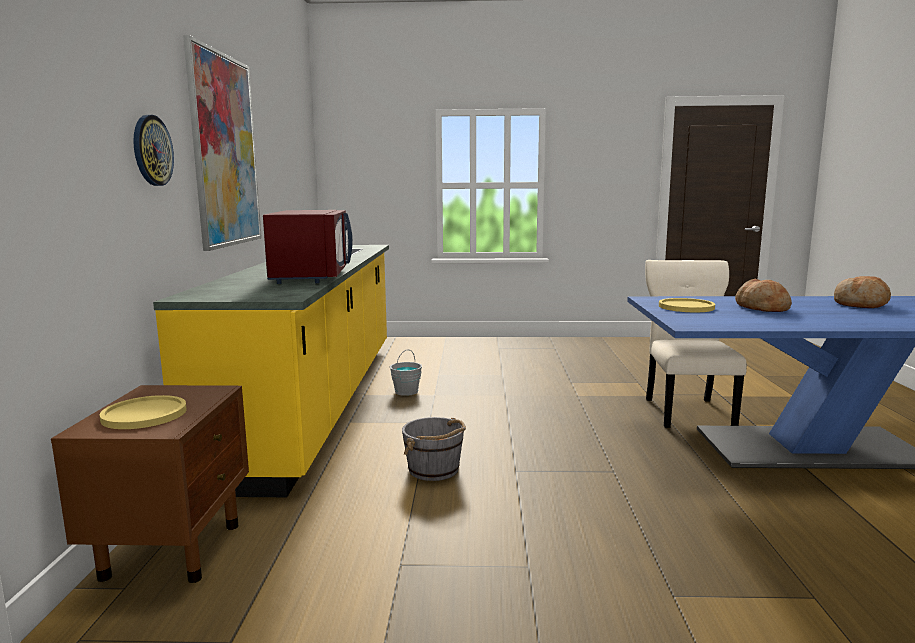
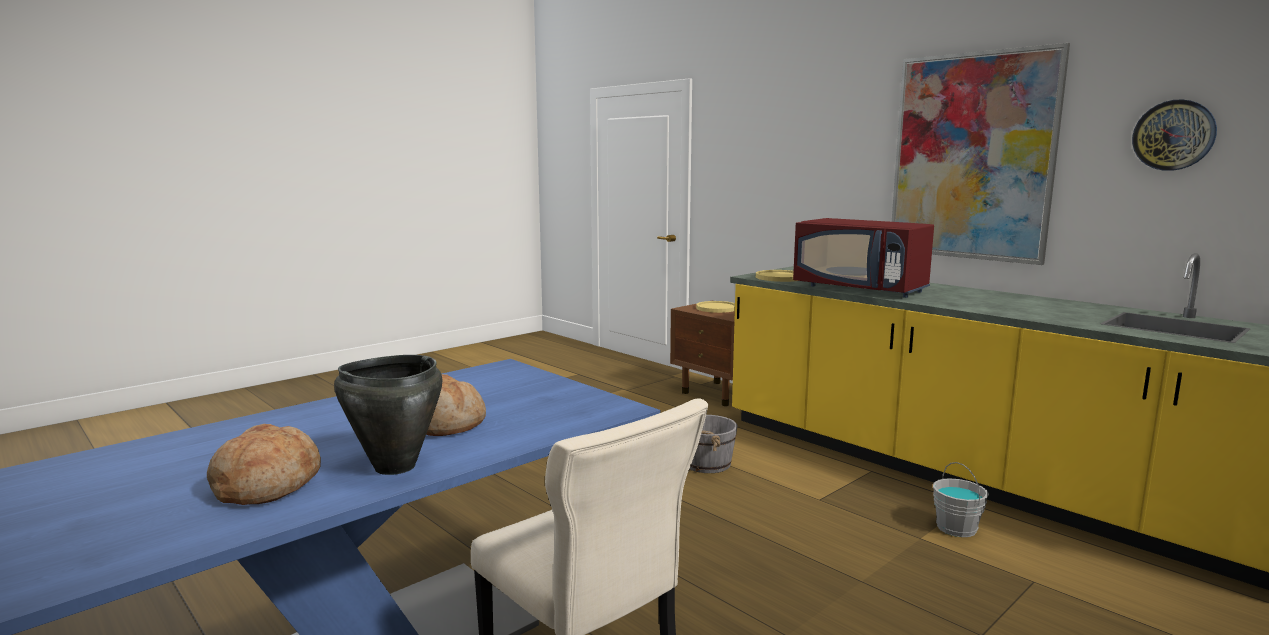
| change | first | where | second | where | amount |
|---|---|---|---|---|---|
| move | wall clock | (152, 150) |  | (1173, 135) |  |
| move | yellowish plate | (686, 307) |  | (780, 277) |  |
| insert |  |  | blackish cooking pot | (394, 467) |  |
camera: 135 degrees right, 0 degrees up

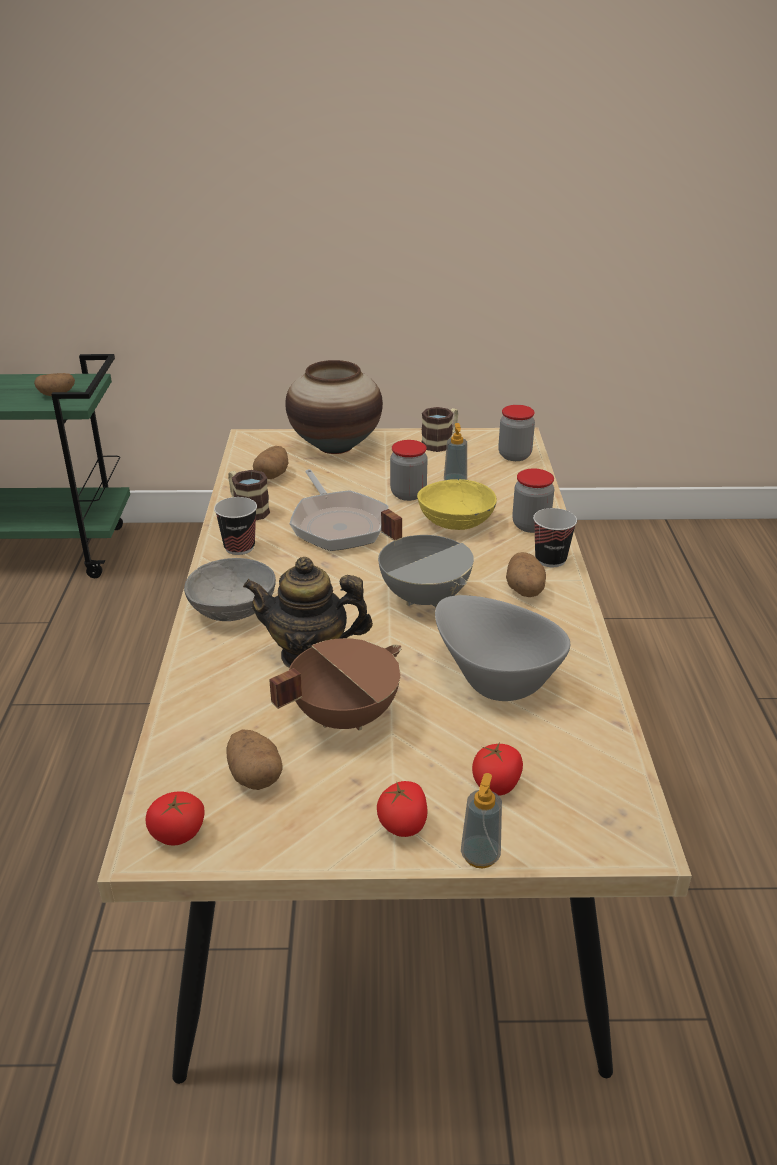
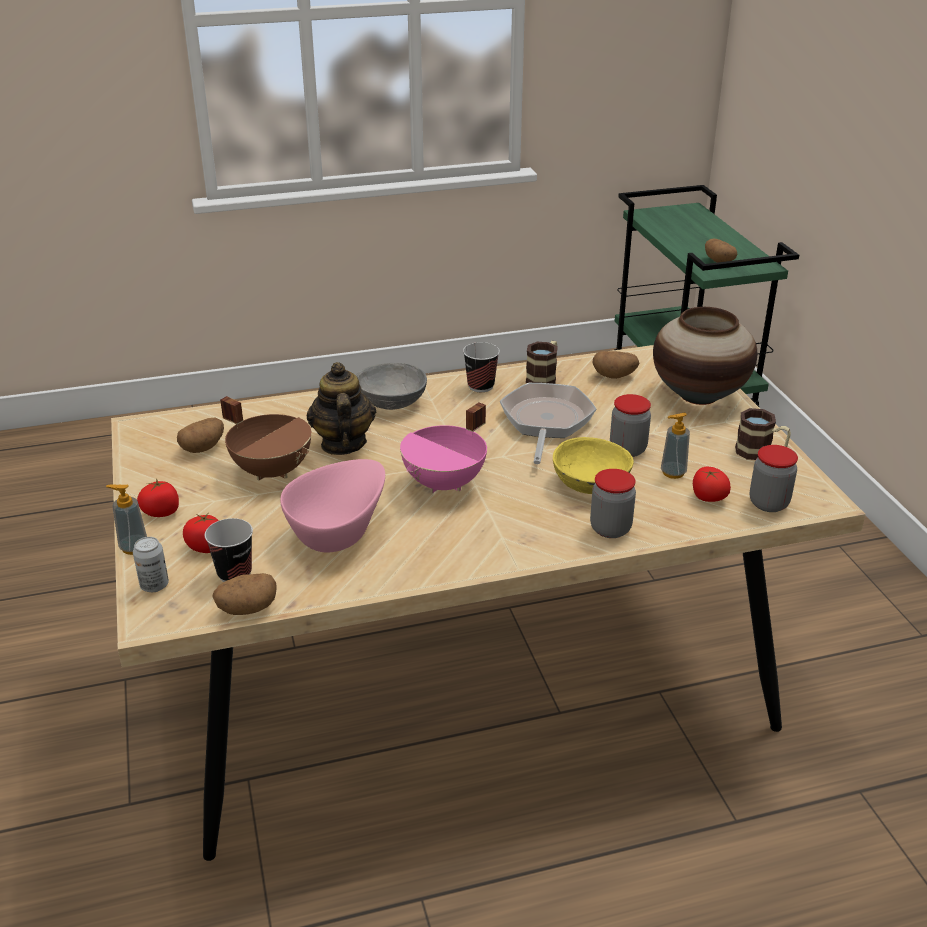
| change | first | where | second | where | amount |
|---|---|---|---|---|---|
| rotate | skillet | (337, 524) |  | (545, 422) | 135 degrees clockwise |
| move | small cup | (550, 559) |  | (234, 573) |  |
| recolor | grey cooking pot | (425, 597) | pink-coloured cooking pot | (445, 484) |  |
| move | whole potato | (525, 591) |  | (247, 609) |  |
| recolor | grey deep dish | (494, 677) | pink-coloured deep dish | (338, 533) |  |
| move | fresh tomato | (177, 834) |  | (708, 498) |  |
| insert |  |  | metal can | (154, 585) |  |
camera: 75 degrees right, 0 degrees up

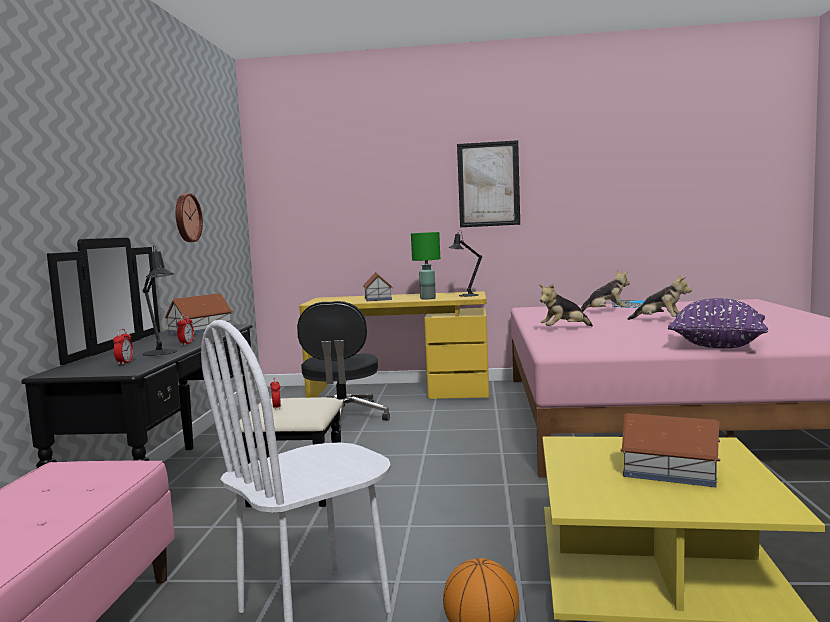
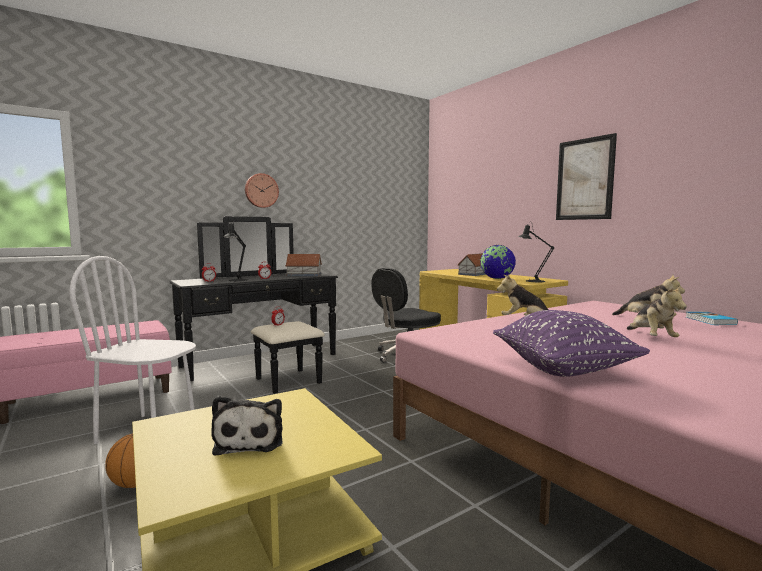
| change | first | where | second | where | amount |
|---|---|---|---|---|---|
| move | wall clock | (186, 218) |  | (261, 190) |  |
| replace | greenish lamp for a table | (427, 298) | desk globe | (497, 278) |  |
| replace | miniature house | (669, 471) | cuddly toy | (250, 440) |  |
camera: 50 degrees right, 0 degrees up

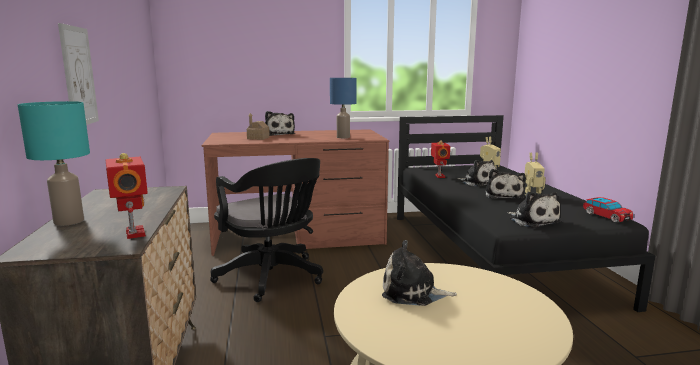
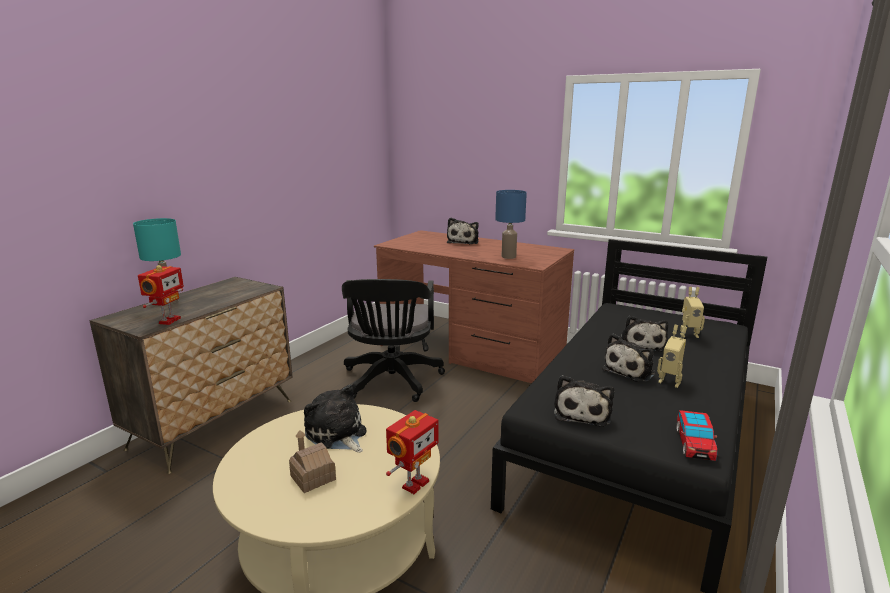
| change | first | where | second | where | amount |
|---|---|---|---|---|---|
| delete | wall picture | (79, 76) |  |  |  |
| move | miniature house | (258, 138) |  | (313, 477) |  |
| move | toy robot | (439, 176) |  | (414, 484) |  |
camera: 40 degrees right, 5 degrees up

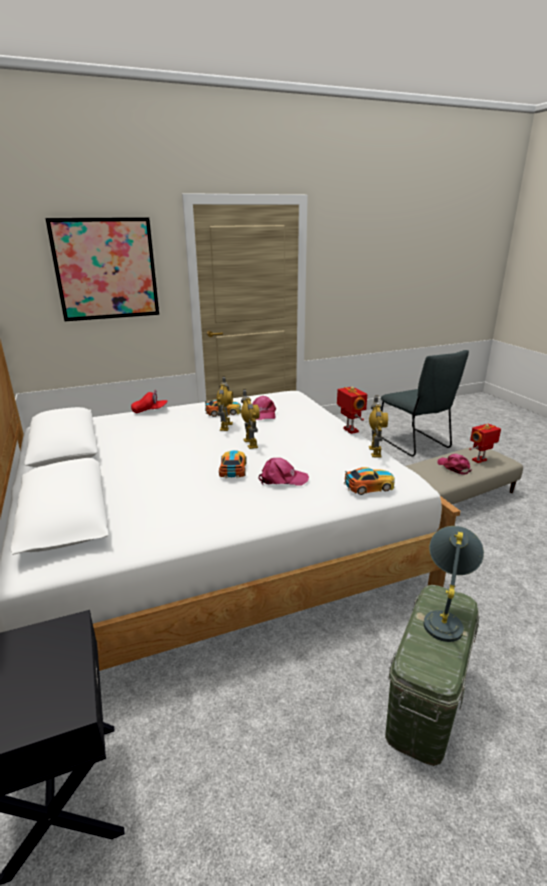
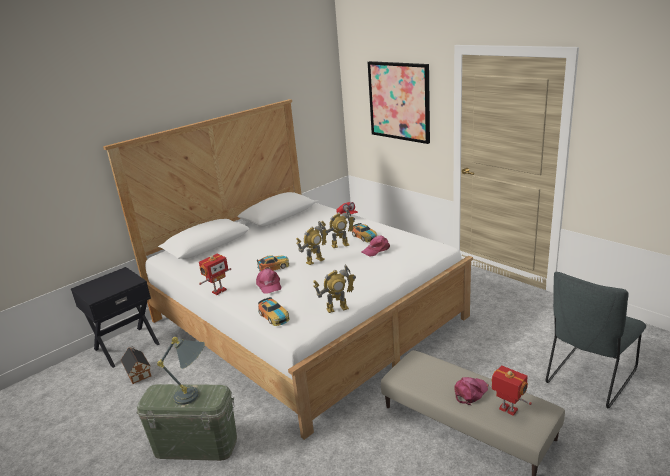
| change | first | where | second | where | amount |
|---|---|---|---|---|---|
| move | toy robot | (349, 430) |  | (218, 291) |  |
| insert |  |  | miniature house | (138, 372) |  |
camera: 70 degrees right, 0 degrees up

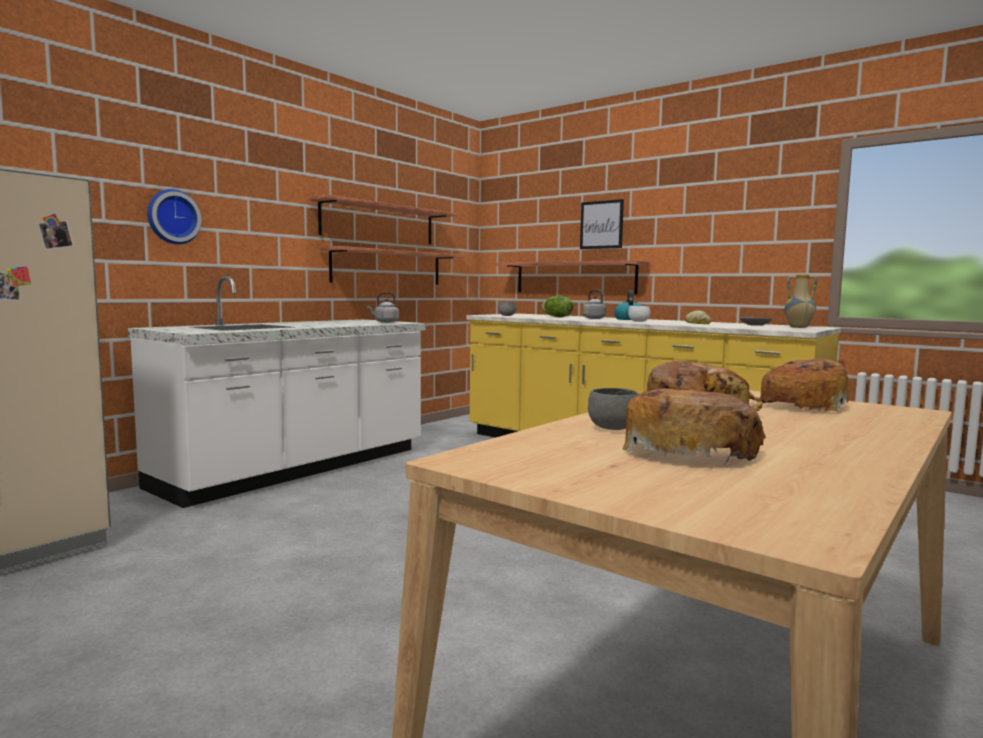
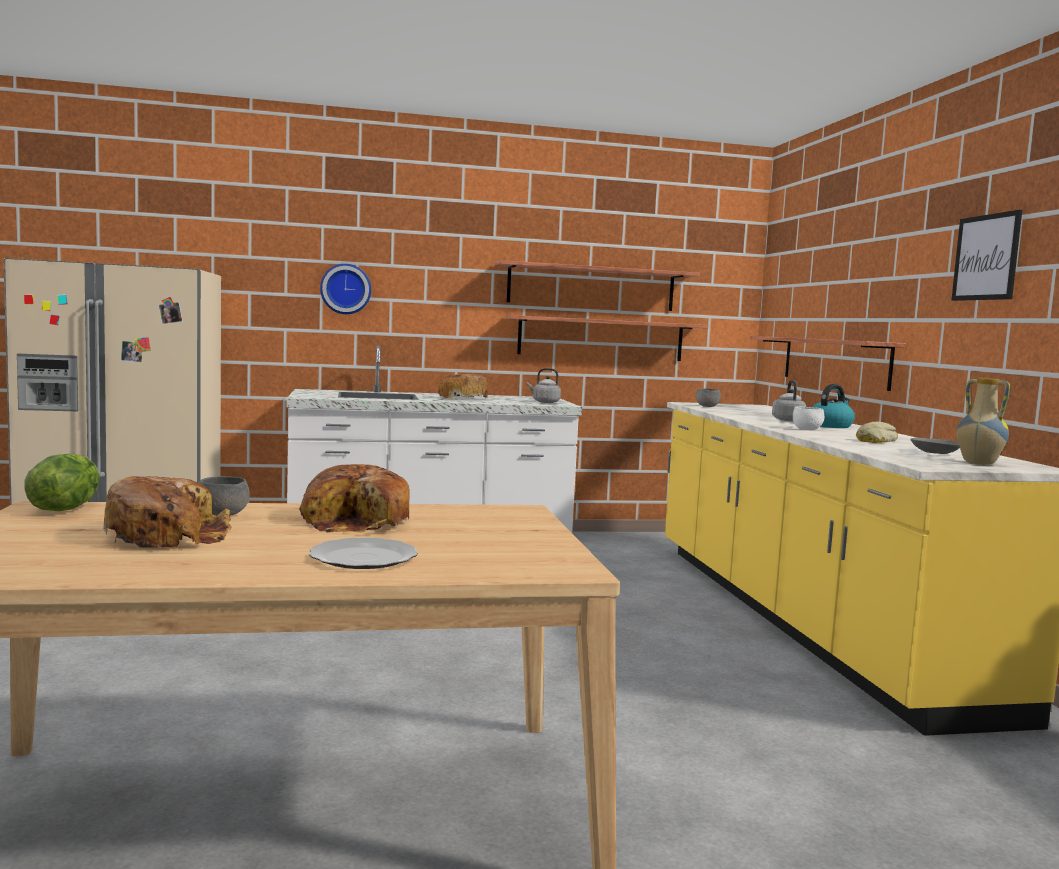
| change | first | where | second | where | amount |
|---|---|---|---|---|---|
| move | wall picture | (601, 224) |  | (986, 257) |  |
| move | lettuce head | (556, 317) |  | (64, 508) |  |
| move | bakery bread | (796, 404) |  | (461, 398) |  |
| insert |  |  | plate | (362, 558) |  |
camera: 40 degrees right, 0 degrees up

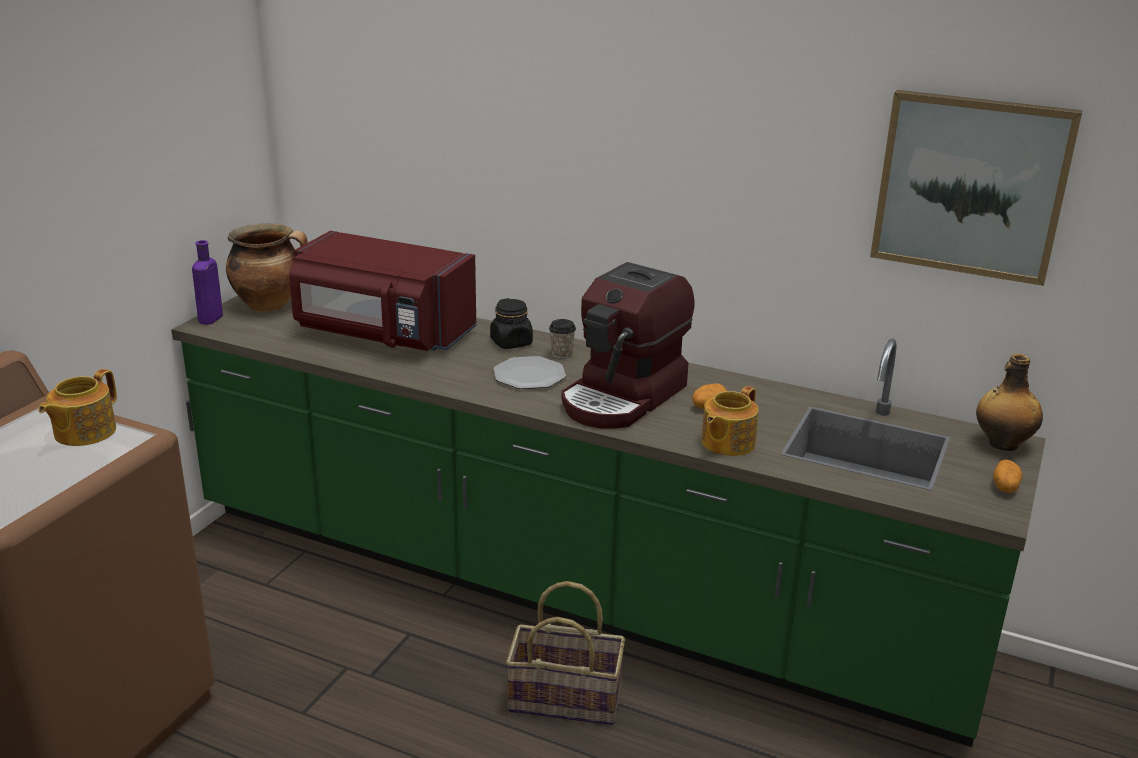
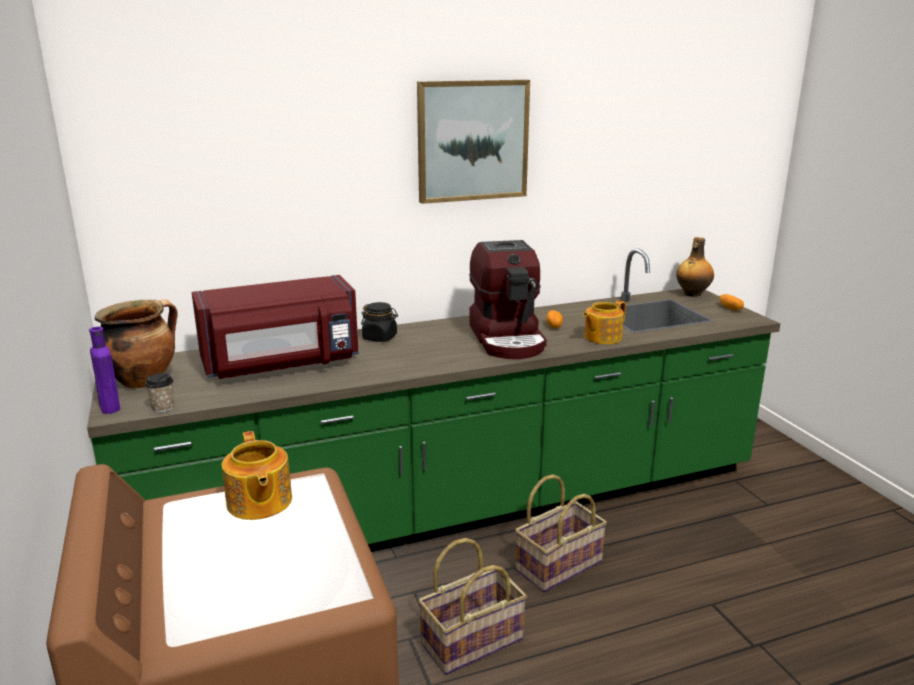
| change | first | where | second | where | amount |
|---|---|---|---|---|---|
| move | wall picture | (971, 186) |  | (472, 141) |  |
| move | small cup | (562, 354) |  | (163, 408) |  |
| delete | plate | (529, 375) |  |  |  |
| rotate | pot for tea | (726, 443) |  | (601, 337) | 60 degrees clockwise |
| insert |  |  | storage basket | (471, 640) |  |
camera: 45 degrees left, 5 degrees down

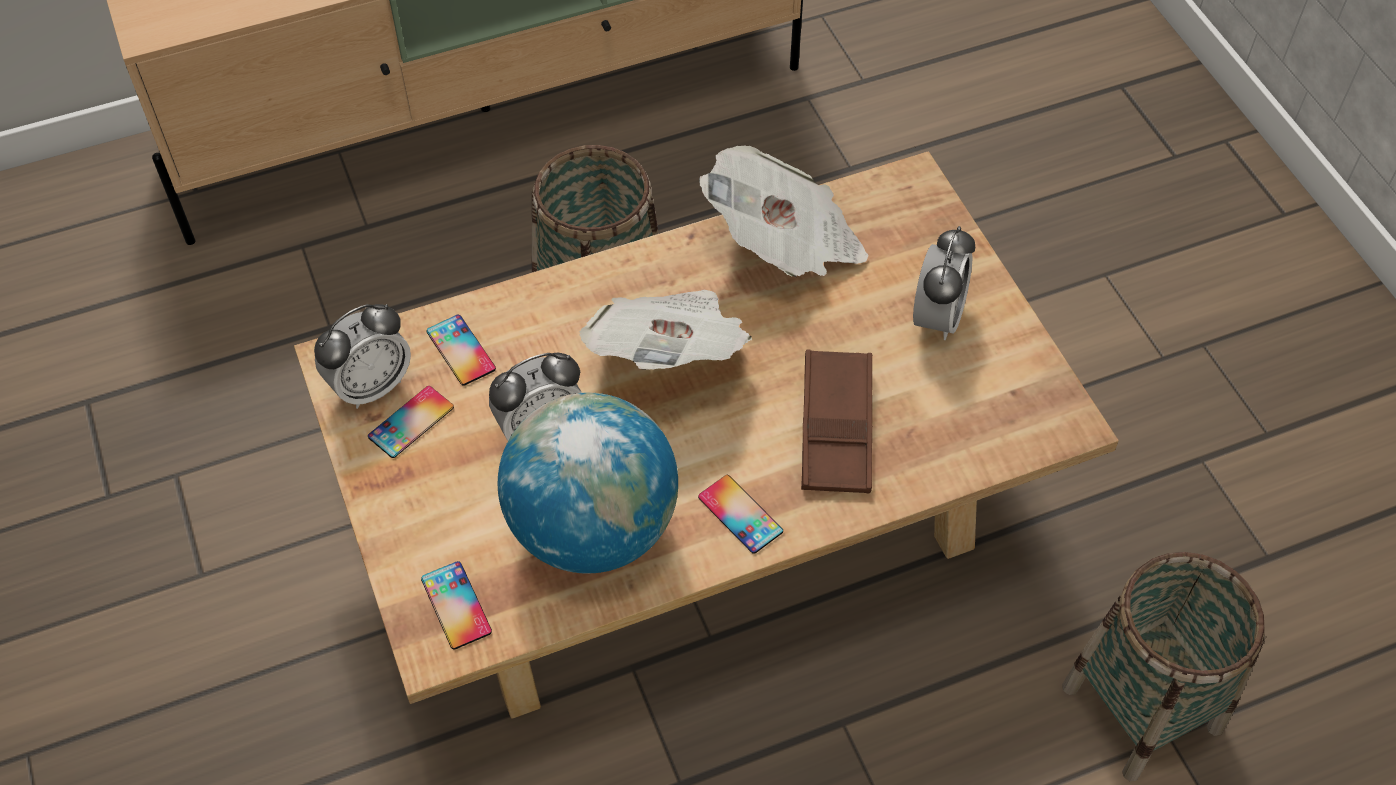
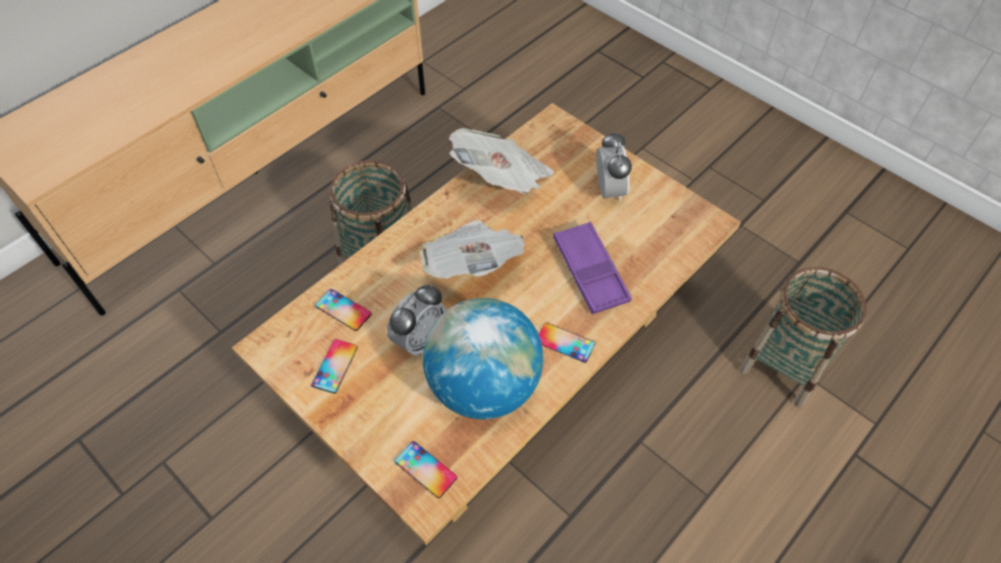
| change | first | where | second | where | amount |
|---|---|---|---|---|---|
| delete | alarm clock | (371, 386) |  |  |  |
| recolor | brown-coloured carrying tray | (836, 428) | purple carrying tray | (590, 272) |  |
camera: 25 degrees left, 0 degrees up

